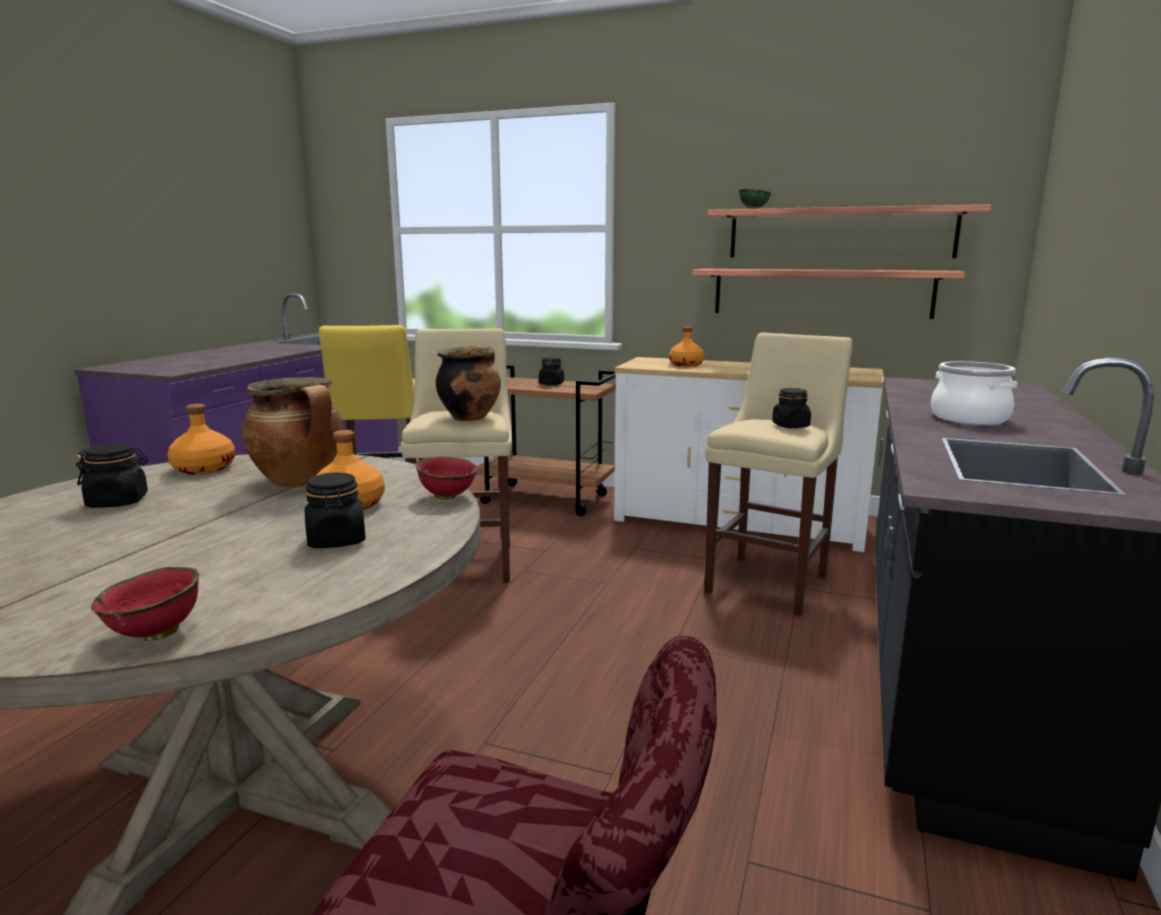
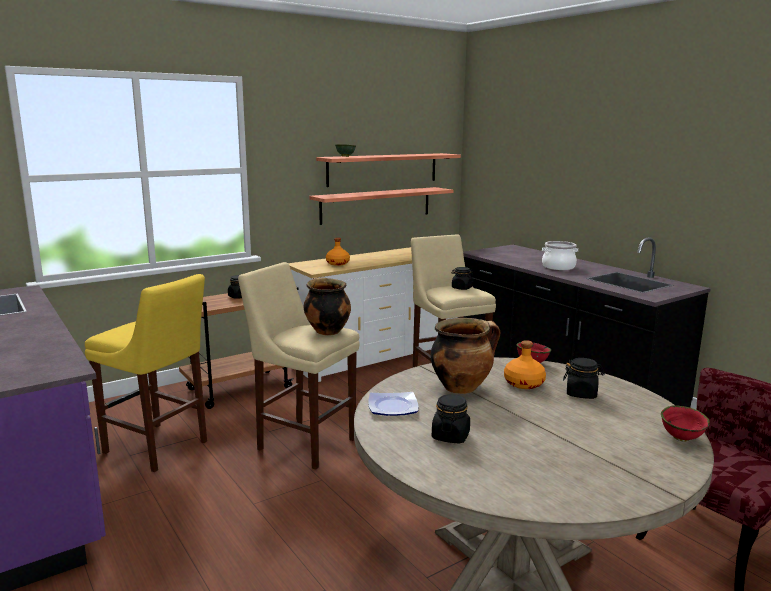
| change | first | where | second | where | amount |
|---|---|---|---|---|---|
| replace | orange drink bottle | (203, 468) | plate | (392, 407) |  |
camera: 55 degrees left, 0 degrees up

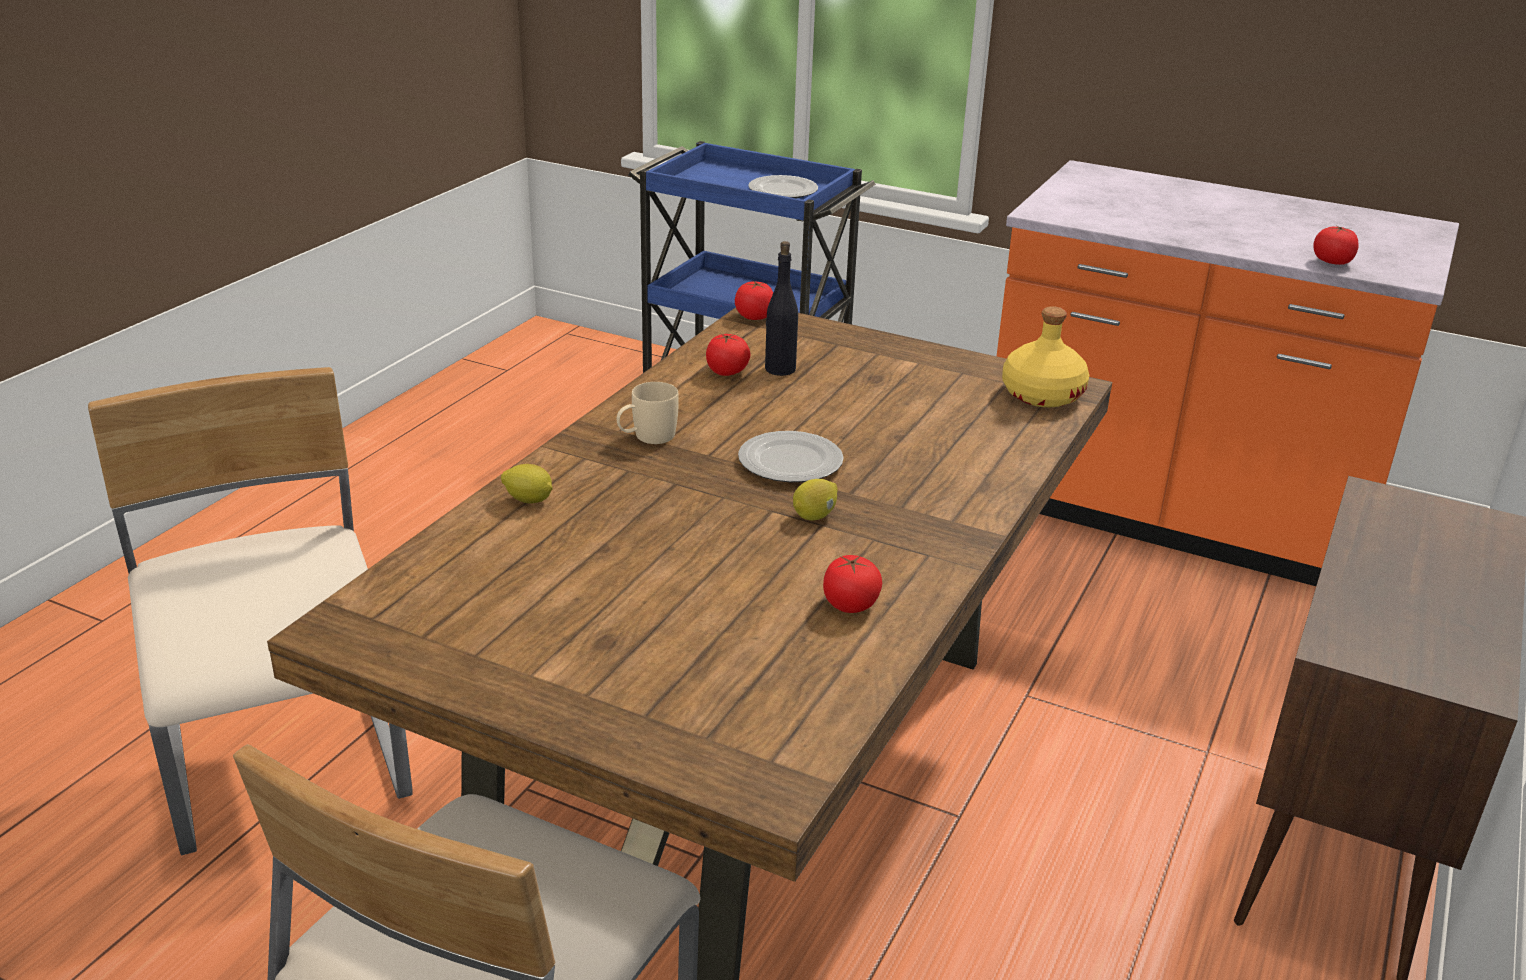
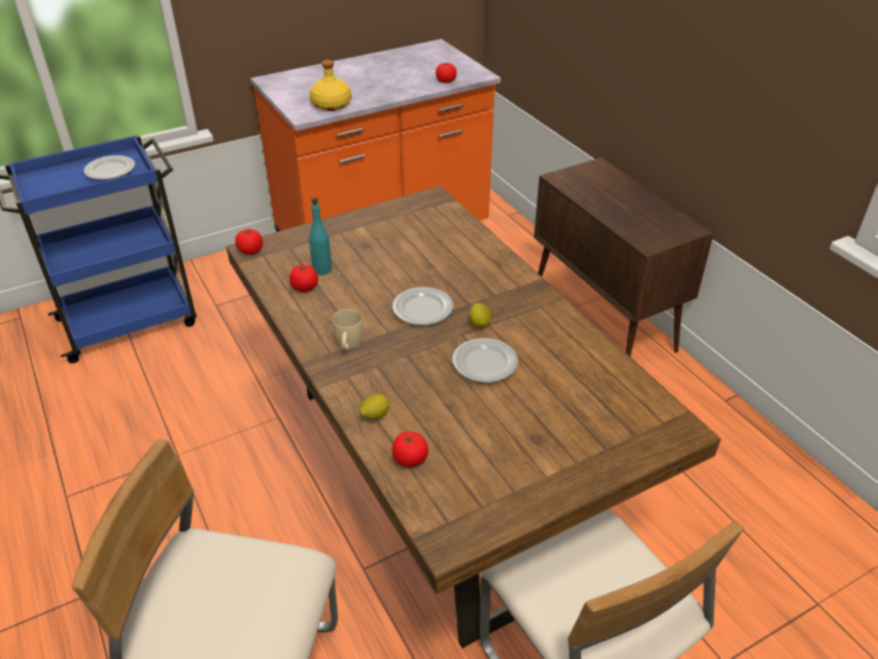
| change | first | where | second | where | amount |
|---|---|---|---|---|---|
| recolor | blackish drink bottle | (779, 369) | turquoise drink bottle | (322, 269) |  |
| move | yellowish drink bottle | (1041, 394) |  | (331, 105) |  |
| move | fresh tomato | (850, 605) |  | (410, 459) |  |
| insert |  |  | plate | (485, 363) |  |
camera: 55 degrees left, 10 degrees up

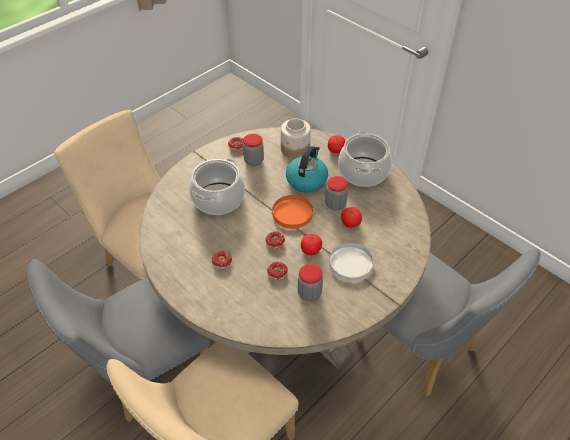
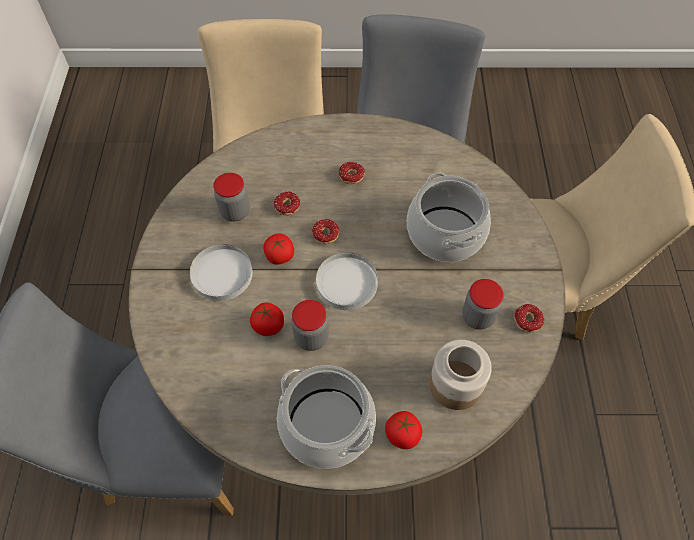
| change | first | where | second | where | amount |
|---|---|---|---|---|---|
| delete | tea kettle | (306, 180) |  |  |  |
| recolor | orange plate | (292, 213) | white-coloured plate | (346, 283) |  |
camera: 135 degrees right, 10 degrees up

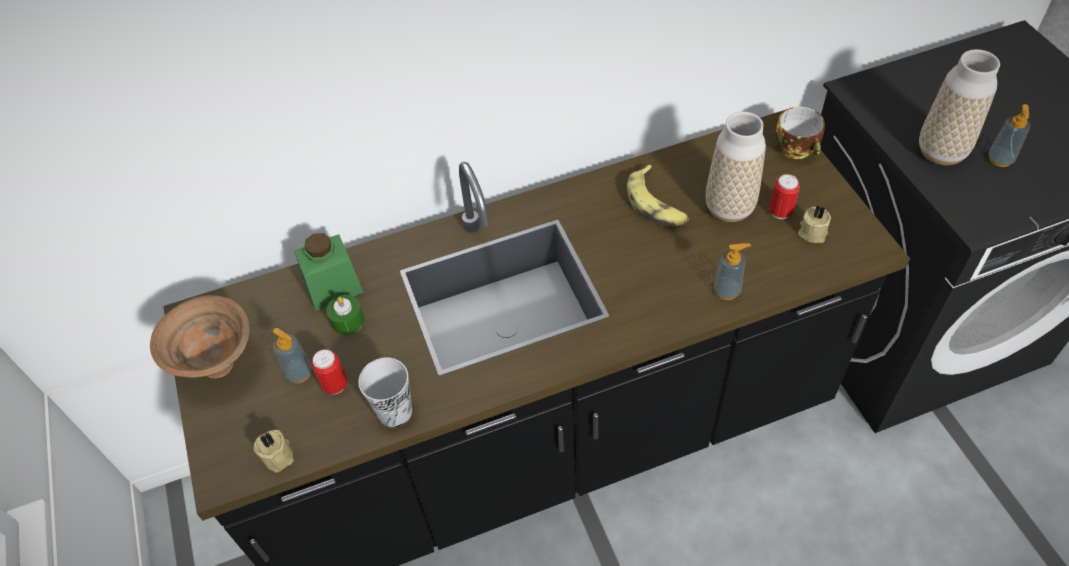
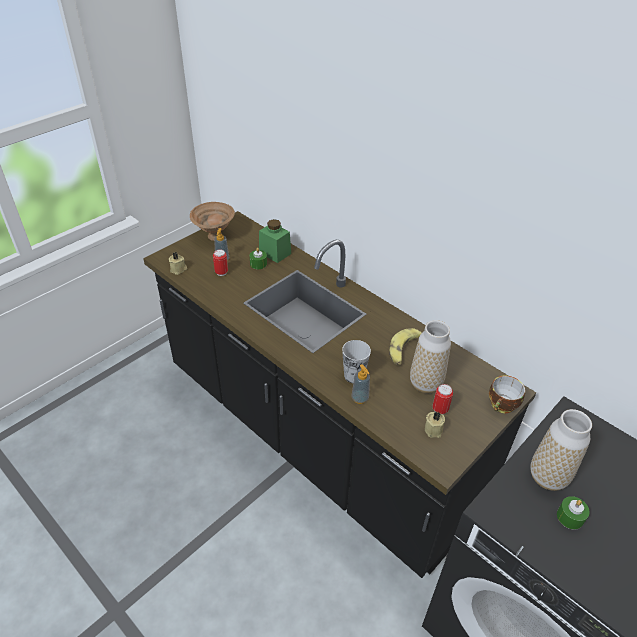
| change | first | where | second | where | amount |
|---|---|---|---|---|---|
| replace | soap bottle | (1000, 159) | greenish wax light | (570, 517) |  |
| move | small cup | (395, 412) |  | (354, 375) |  |
camera: 60 degrees right, 10 degrees down

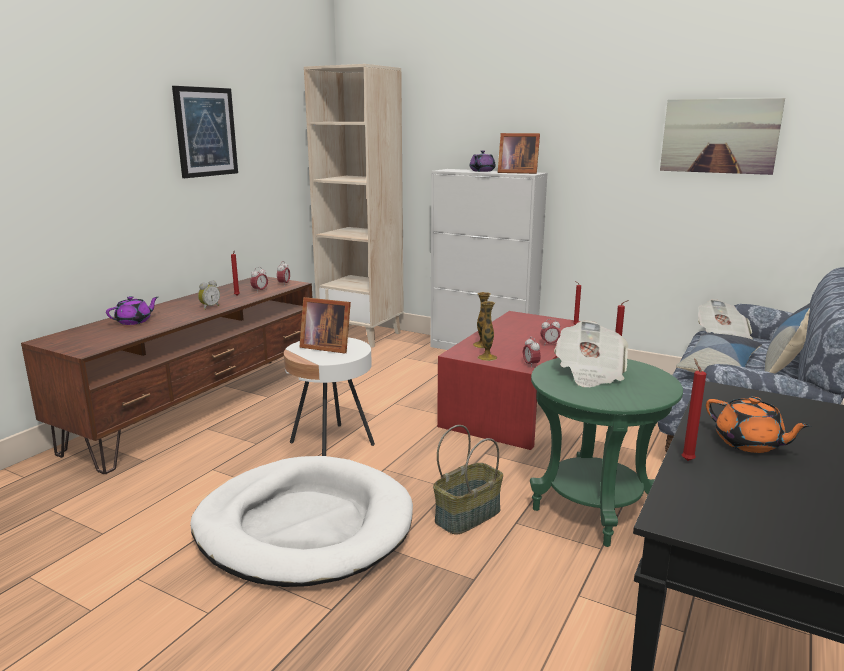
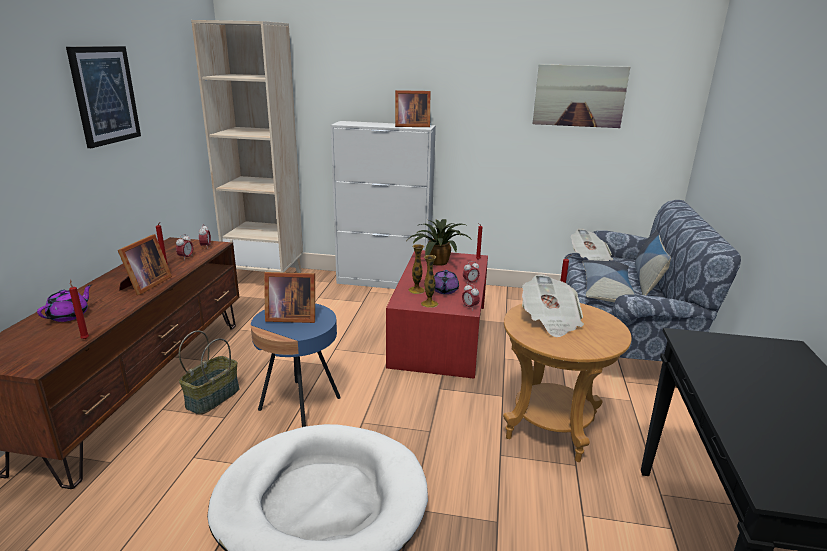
| change | first | where | second | where | amount |
|---|---|---|---|---|---|
| move | purple pot for tea | (481, 171) |  | (444, 290) |  |
| replace | alarm clock | (209, 307) | picture frame | (145, 285) |  |
| recolor | white-coloured accent table | (332, 444) | blue accent table | (300, 404) |  |
| recolor | greenish accent table | (593, 509) | brown-coloured accent table | (550, 428) |  |
| move | red-coloured wax light | (686, 459) |  | (85, 338) |  |
| delete | orange pot for tea | (749, 443) |  |  |  |
| move | storage basket | (467, 515) |  | (212, 397) |  |
| insert |  |  | potted plant | (438, 263) |  |
camera: 20 degrees left, 5 degrees up

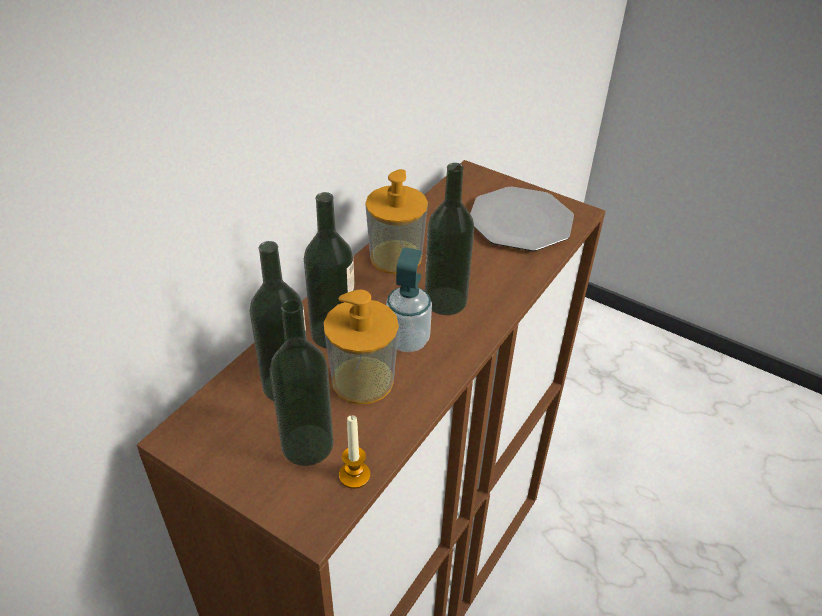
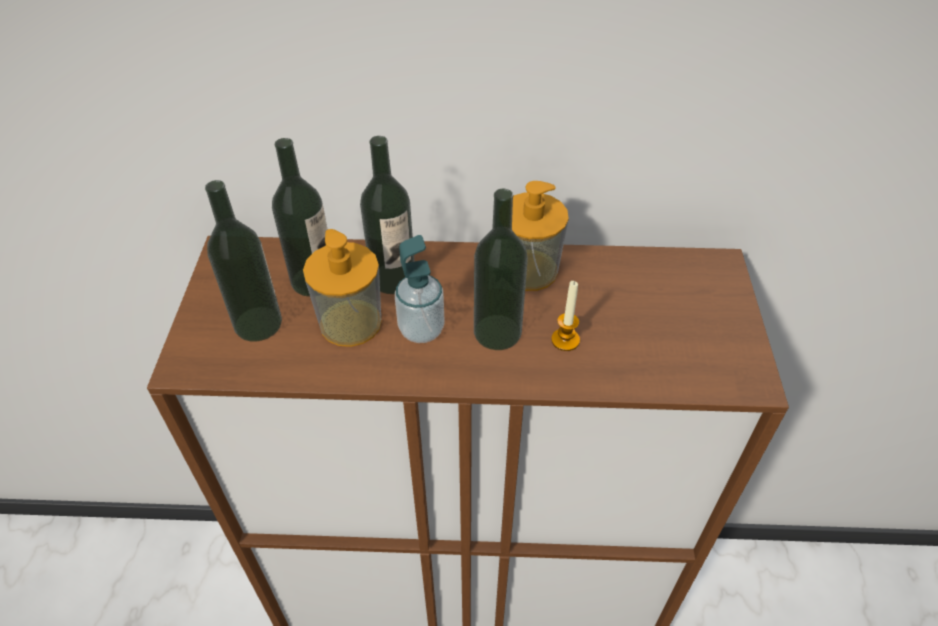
| change | first | where | second | where | amount |
|---|---|---|---|---|---|
| delete | plate | (520, 221) |  |  |  |
| move | wax light | (354, 475) |  | (565, 340) |  |
camera: 60 degrees right, 5 degrees up

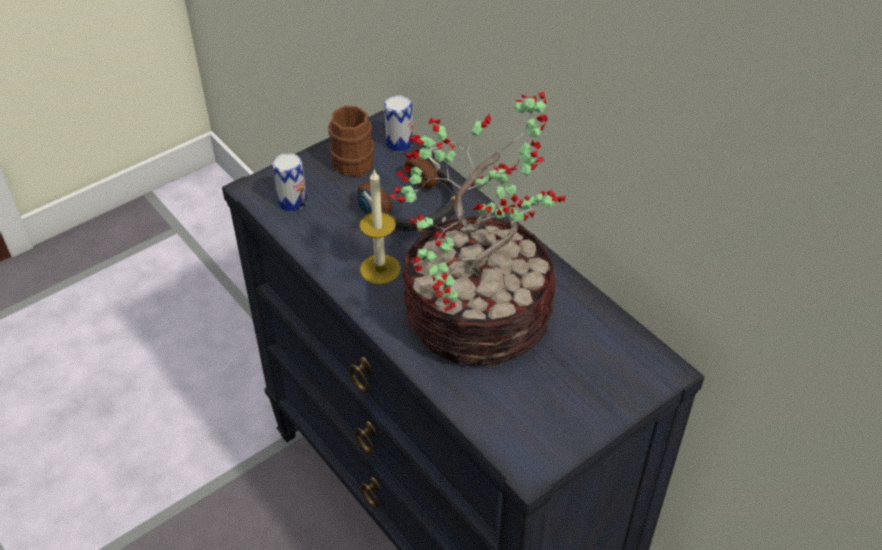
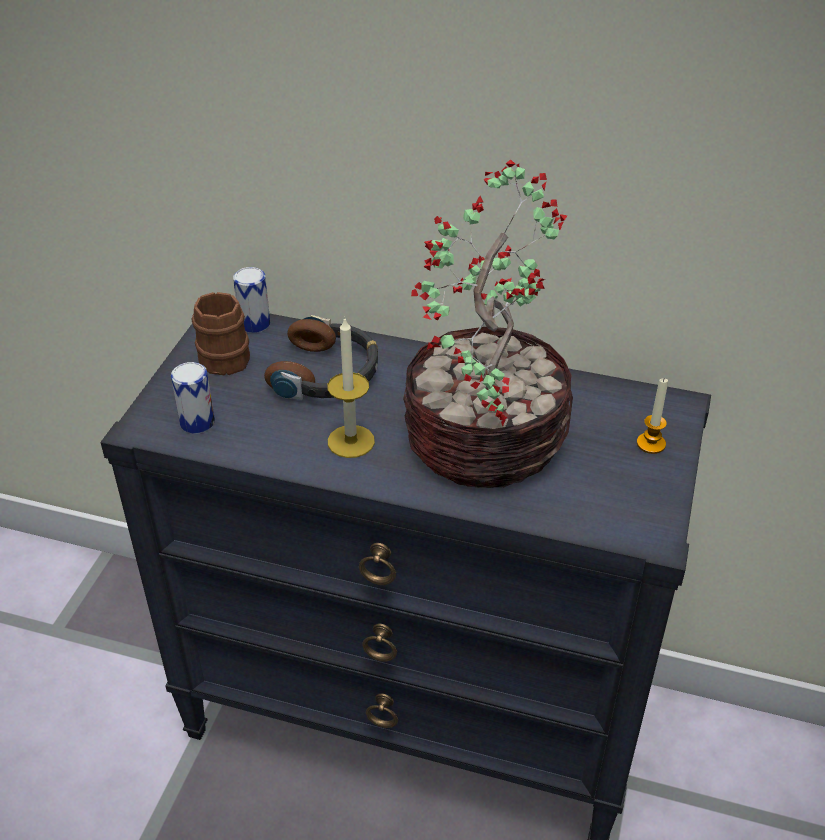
| change | first | where | second | where | amount |
|---|---|---|---|---|---|
| insert |  |  | wax light | (651, 444) |  |
camera: 35 degrees left, 5 degrees down

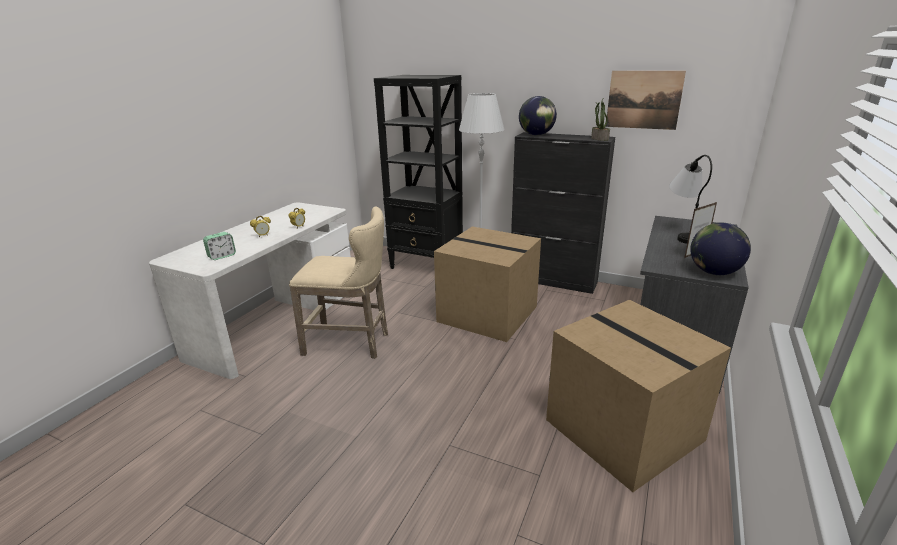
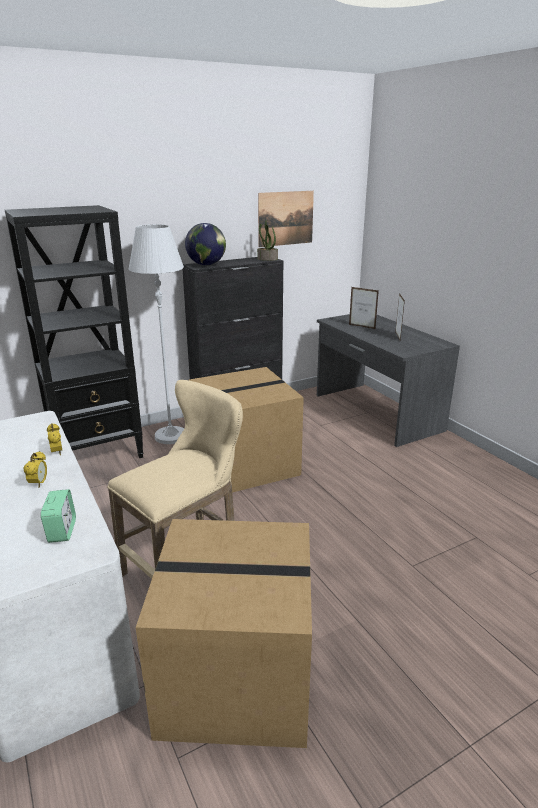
| change | first | where | second | where | amount |
|---|---|---|---|---|---|
| replace | lamp for a table | (682, 234) | picture frame | (362, 326) |  |
| delete | desk globe | (714, 272) |  |  |  |
| move | carton | (626, 430) |  | (239, 674) |  |
camera: 55 degrees left, 0 degrees up

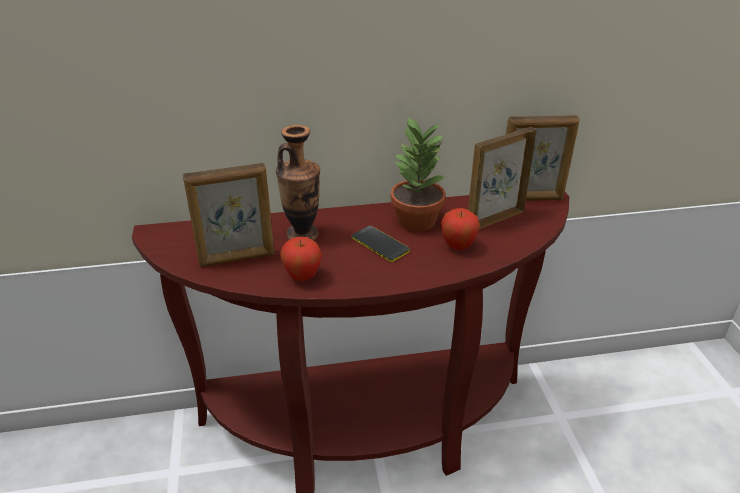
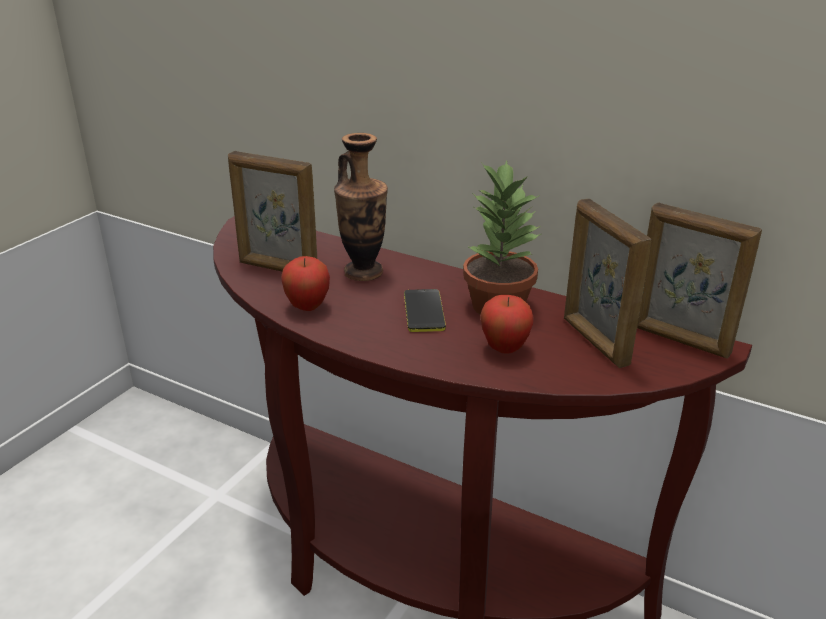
| change | first | where | second | where | amount |
|---|---|---|---|---|---|
| rotate | picture frame | (494, 219) |  | (594, 341) | 120 degrees counterclockwise |
camera: 40 degrees right, 5 degrees down

